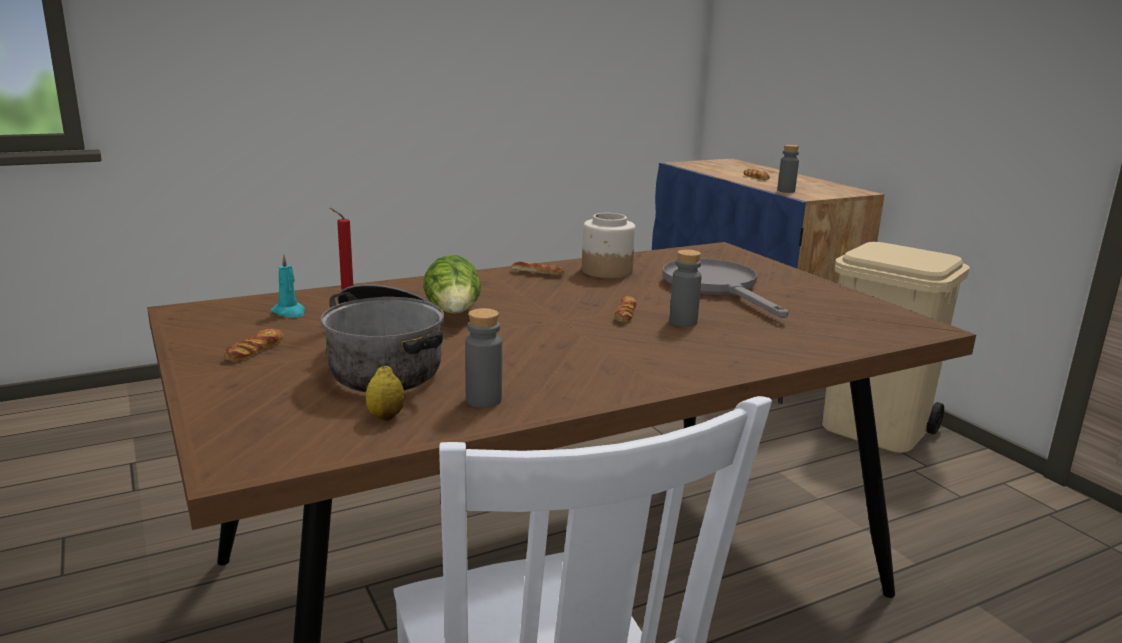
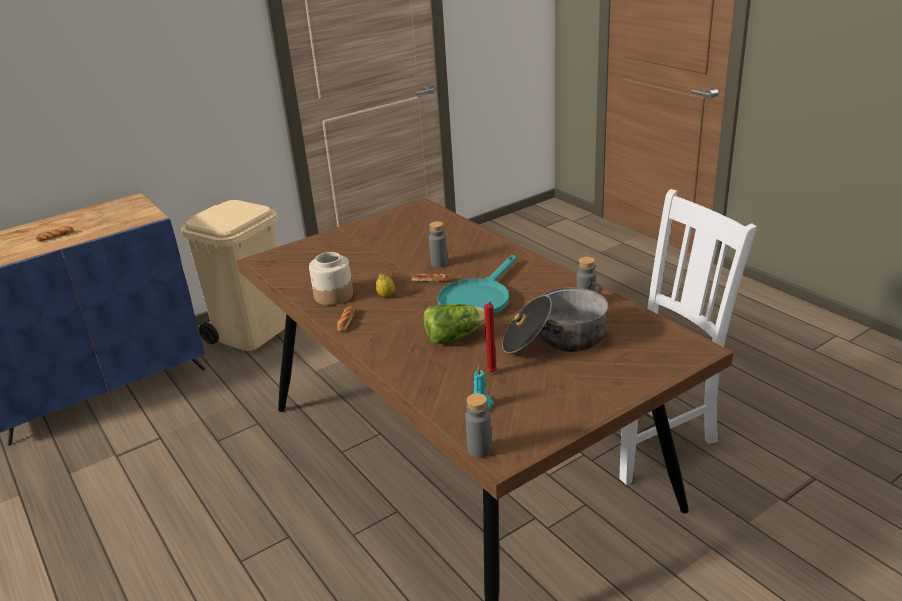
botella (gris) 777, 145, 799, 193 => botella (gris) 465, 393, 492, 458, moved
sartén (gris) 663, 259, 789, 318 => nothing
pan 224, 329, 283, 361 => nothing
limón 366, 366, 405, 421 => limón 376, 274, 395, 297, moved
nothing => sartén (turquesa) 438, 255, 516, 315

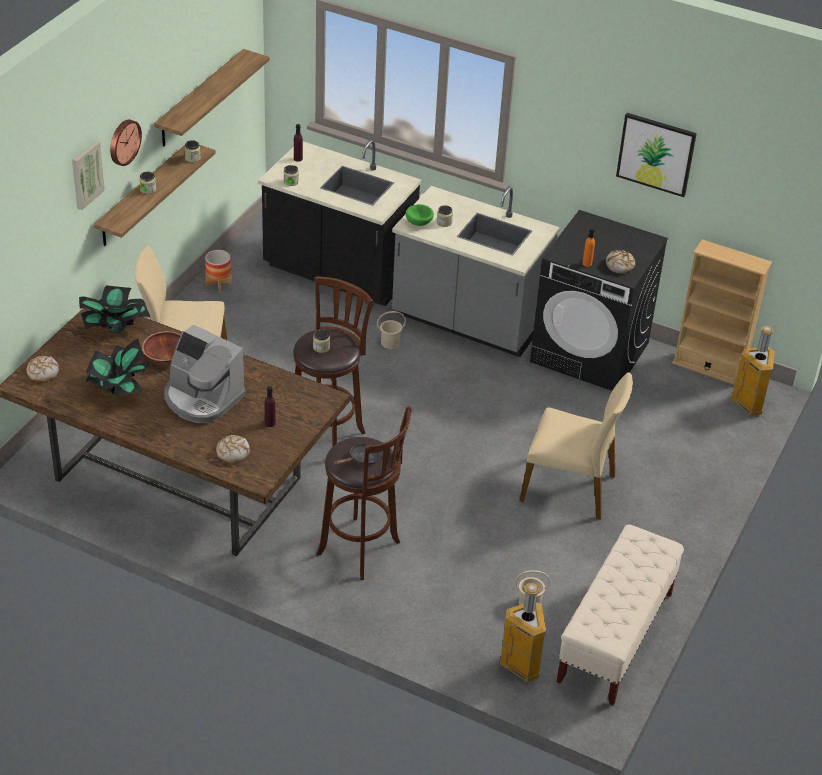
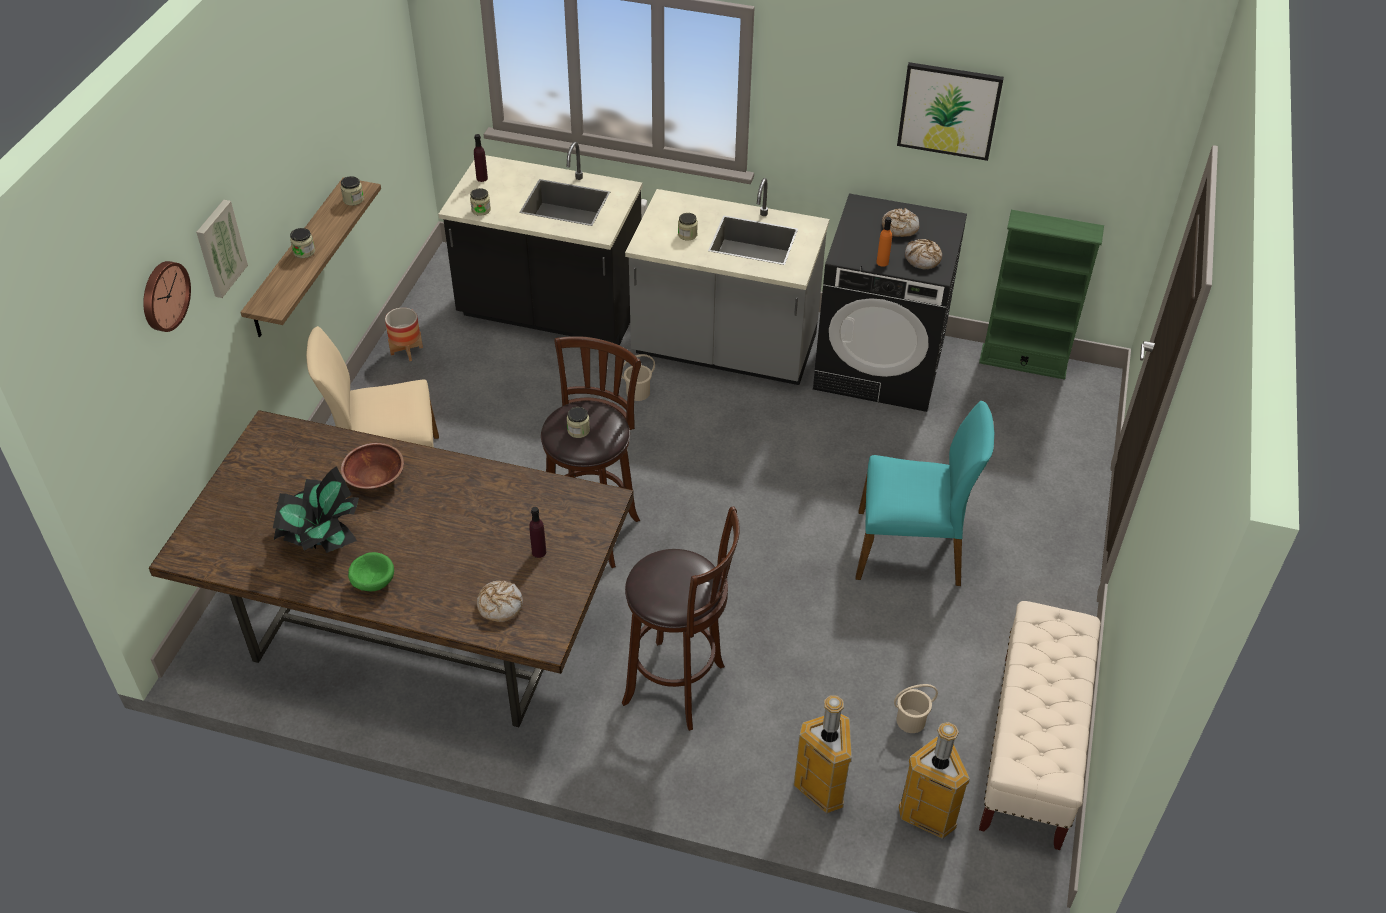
estante 154, 49, 269, 147 => nothing
reloj de pared 110, 119, 142, 166 => reloj de pared 143, 261, 191, 332, moved
cuenco (verde) 405, 204, 434, 226 => cuenco (verde) 348, 552, 394, 591, moved
estantería (beis) 672, 239, 772, 385 => estantería (verde) 979, 210, 1104, 380
planta en maceta 79, 285, 151, 333 => nothing
cafetera 164, 324, 245, 423 => nothing
papelera 731, 326, 775, 416 => papelera 794, 696, 852, 814, moved
pan 26, 356, 59, 382 => pan 882, 208, 919, 237, moved
silla (beis) 519, 372, 633, 520 => silla (turquesa) 856, 401, 994, 586
sartén (negro) 333, 444, 381, 465 => nothing

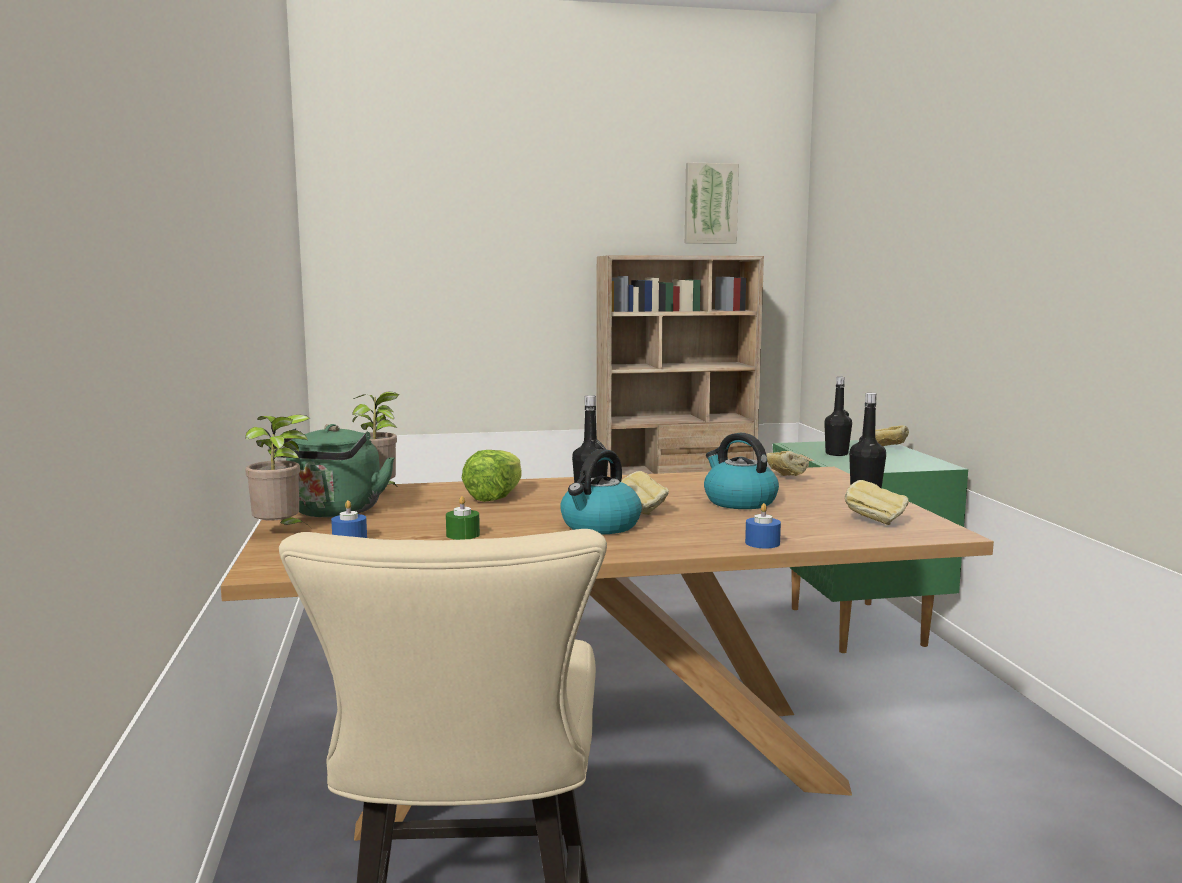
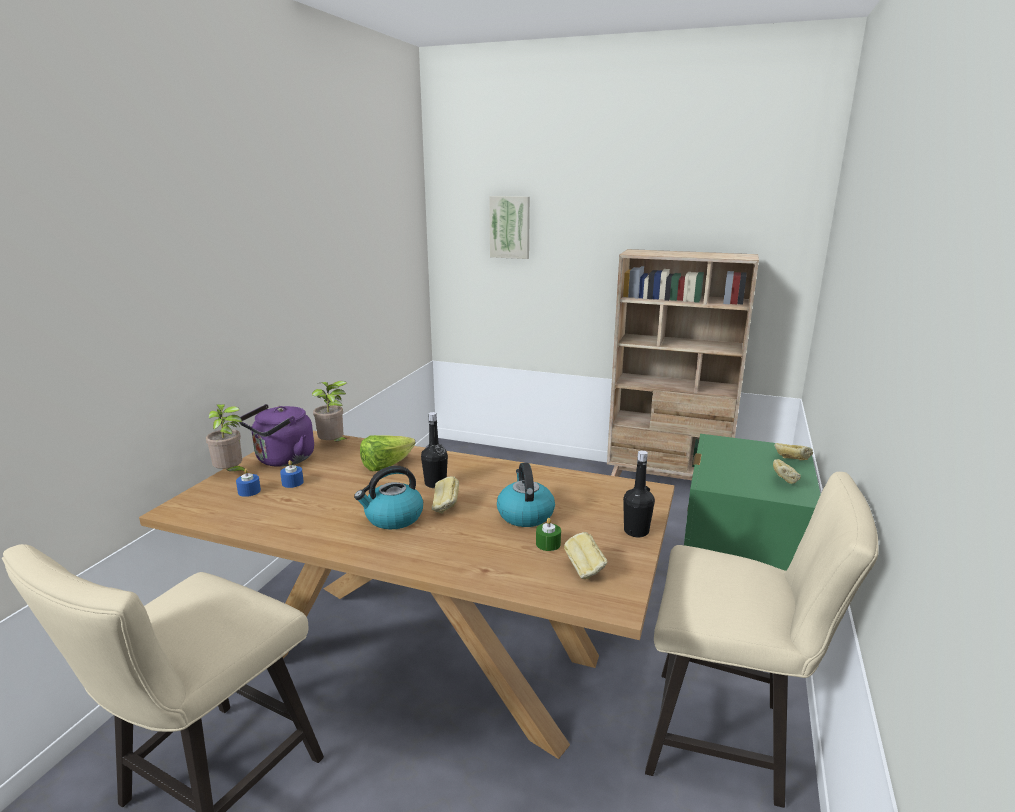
cuadro 685, 162, 739, 244 => cuadro 489, 196, 530, 259, moved
botella (negro) 824, 377, 852, 456 => nothing
hervidor (verde) 269, 424, 394, 518 => hervidor (morado) 239, 404, 314, 467
pan 766, 451, 809, 476 => pan 773, 459, 801, 484, moved
vela (verde) 446, 496, 480, 540 => vela (verde) 536, 518, 561, 551, moved
vela (azul) 745, 503, 781, 548 => vela (azul) 280, 460, 304, 488, moved
nothing => silla (beis) 645, 472, 878, 808

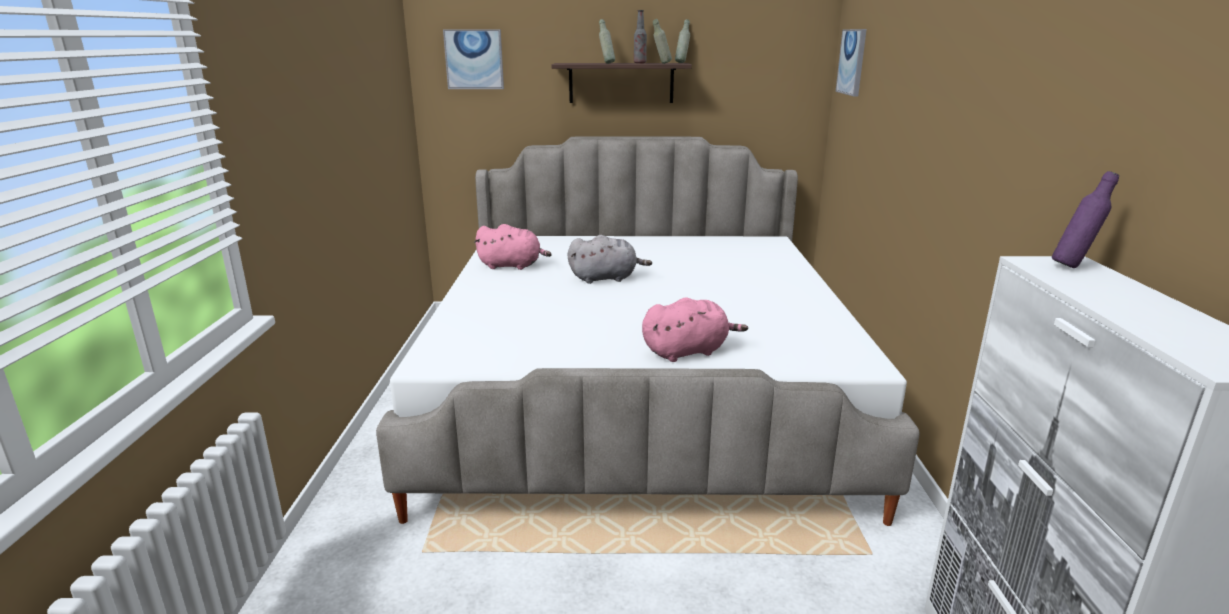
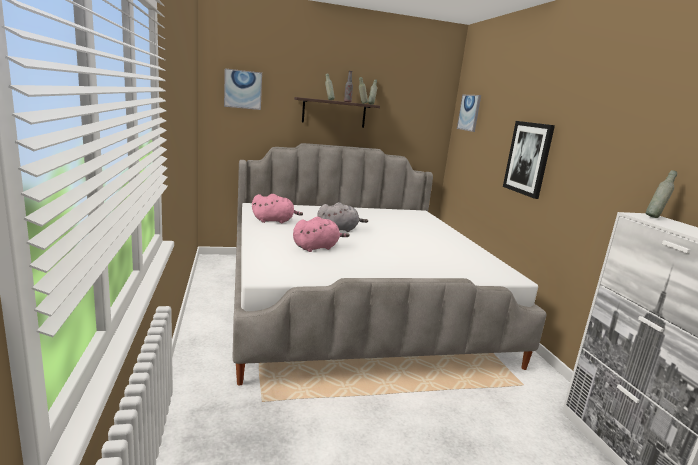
botella (morado) 1052, 171, 1119, 268 => botella (gris) 646, 170, 677, 218
peluche (rosa) 642, 297, 748, 362 => peluche (rosa) 293, 217, 350, 252, moved
nothing => cuadro 503, 121, 555, 199

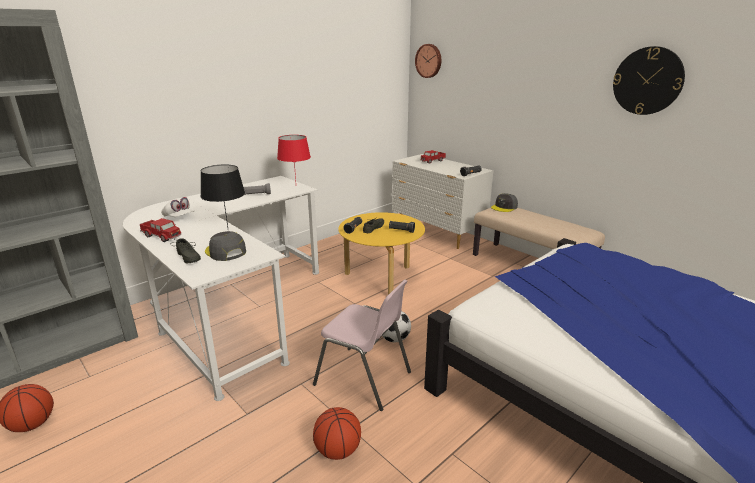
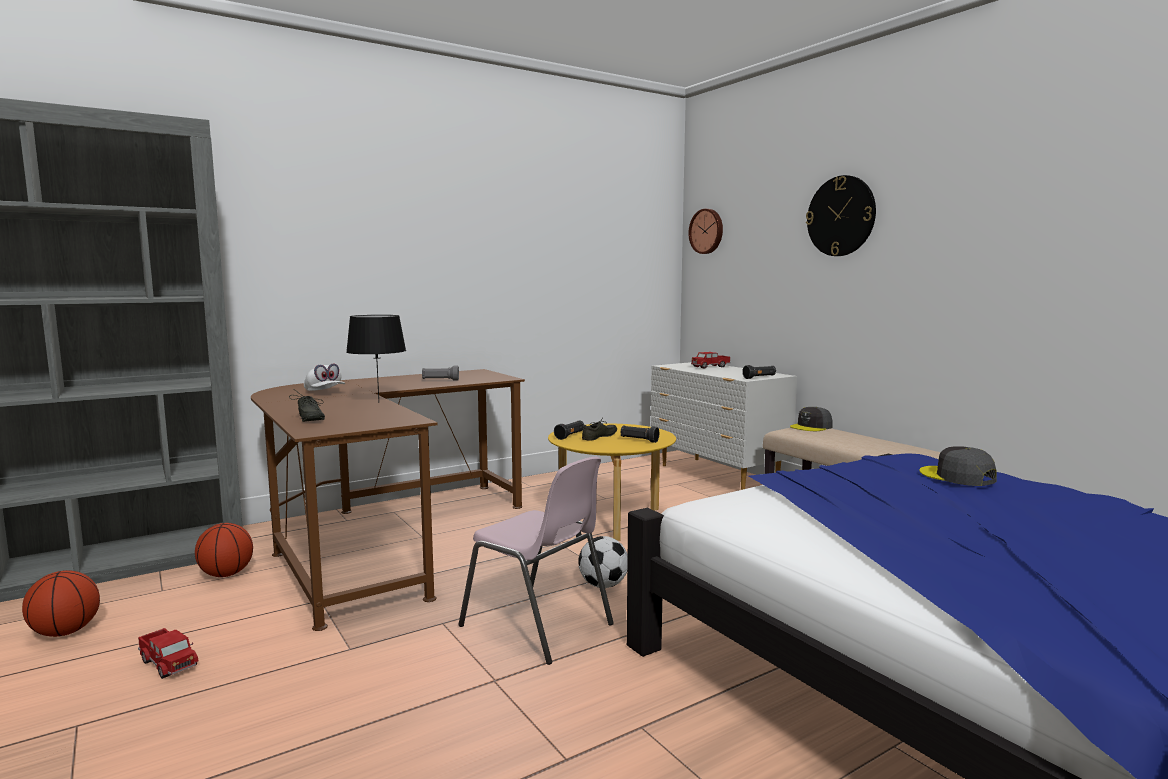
reloj de pared 613, 46, 685, 115 => reloj de pared 806, 175, 876, 256, moved
lámpara de mesa (rojo) 277, 135, 311, 181 => nothing
escritorio (blanco) 123, 176, 319, 401 => escritorio (marrón) 251, 369, 525, 631
camión de juguete 140, 218, 181, 242 => camión de juguete 138, 628, 199, 679, moved
gorra (gris) 205, 231, 246, 261 => gorra (gris) 919, 446, 997, 486, moved
balón de baloncesto 313, 407, 361, 460 => balón de baloncesto 195, 523, 253, 577, moved

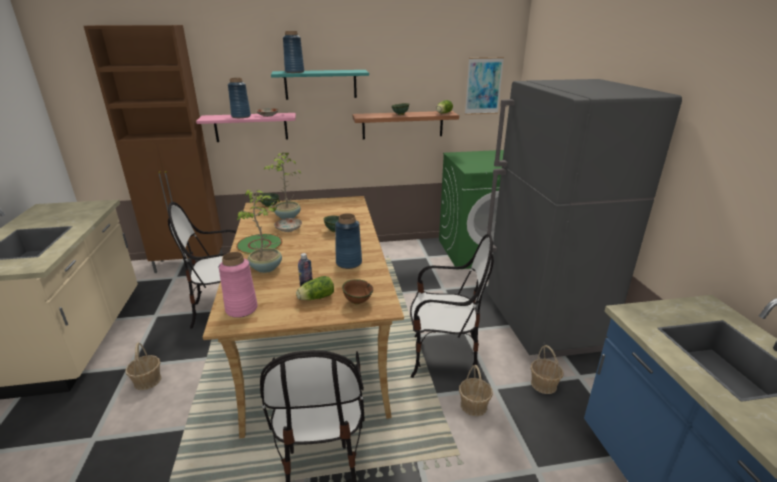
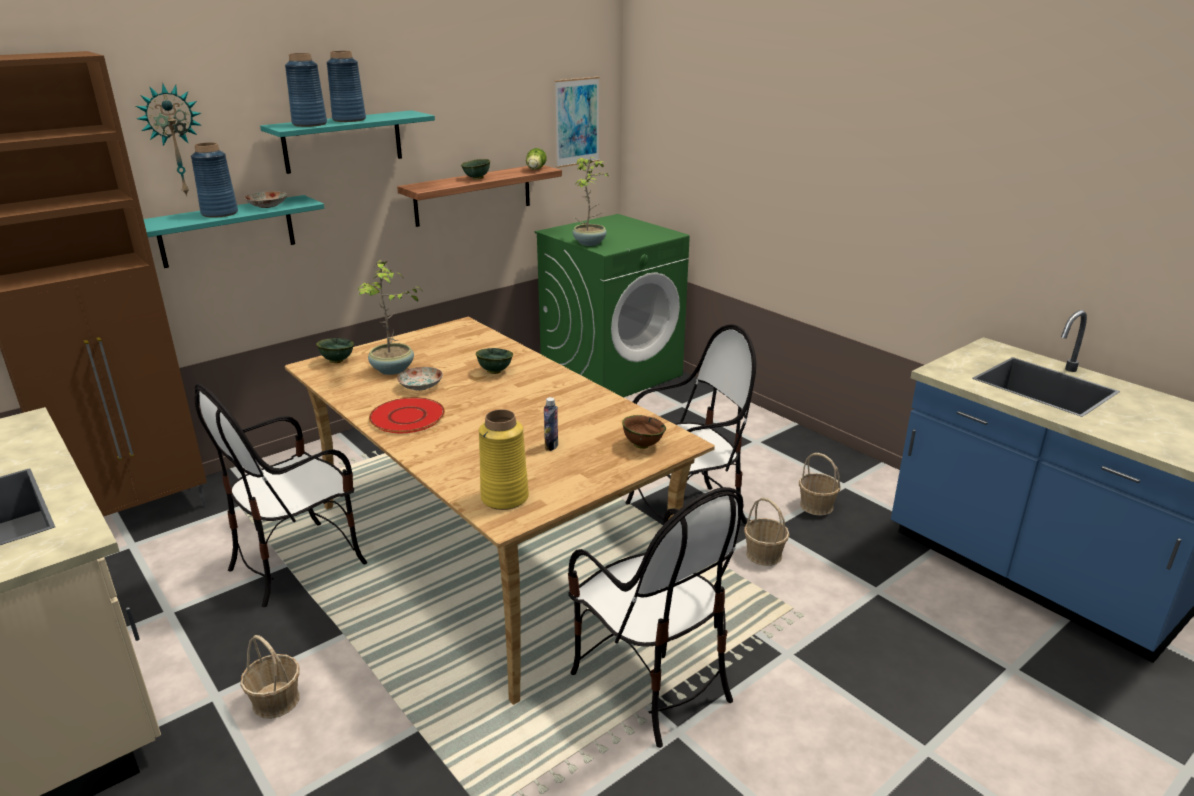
nevera (gris) 487, 79, 682, 359 => nothing
estante (rosa) 196, 113, 296, 142 => estante (turquesa) 144, 195, 324, 268
planta en maceta 236, 189, 282, 273 => planta en maceta 572, 157, 608, 246, moved
florero (azul) 335, 213, 362, 269 => florero (azul) 327, 51, 366, 122, moved
plato (verde) 236, 234, 283, 255 => plato (rojo) 369, 397, 445, 433
florero (rosa) 219, 252, 258, 318 => florero (amarillo) 479, 409, 529, 510
lechuga 296, 276, 334, 300 => nothing
nothing => reloj de pared 136, 83, 201, 197

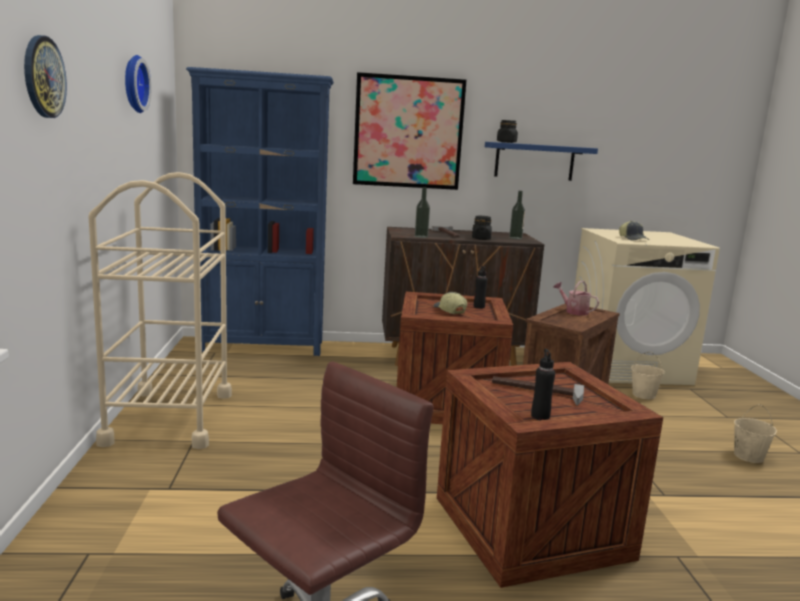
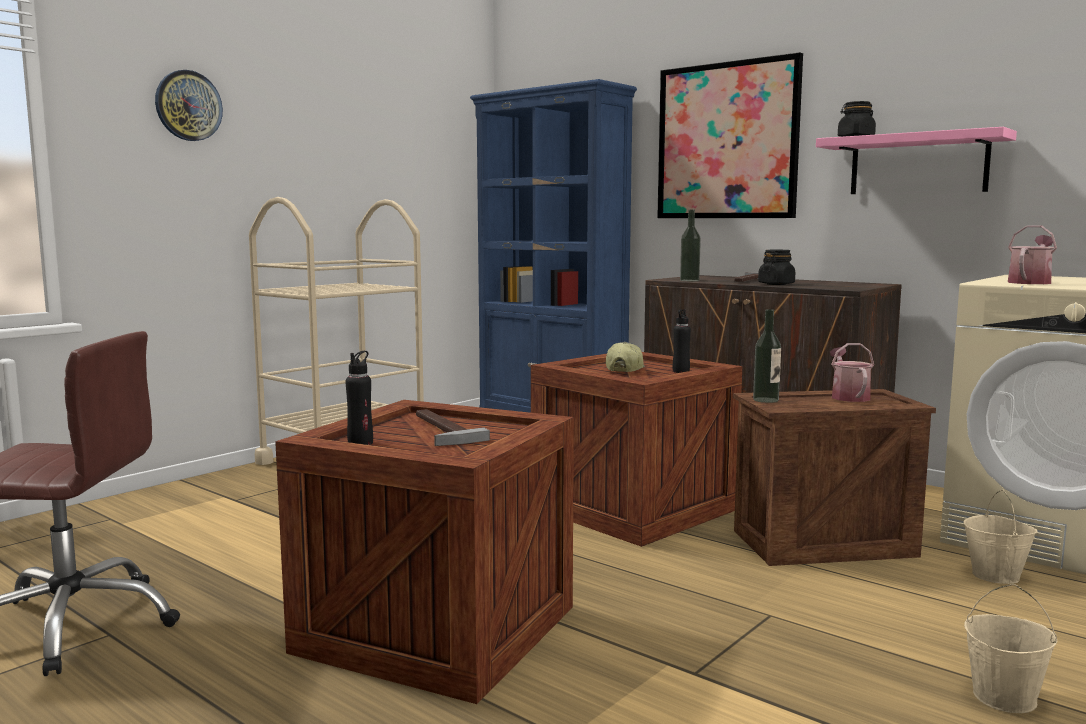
reloj de pared 125, 55, 151, 113 => nothing
estante (azul) 485, 142, 598, 181 => estante (rosa) 816, 127, 1017, 194
botella 509, 191, 525, 239 => botella 753, 309, 781, 403, moved
gorra 619, 221, 649, 241 => regadera 1008, 225, 1057, 284

